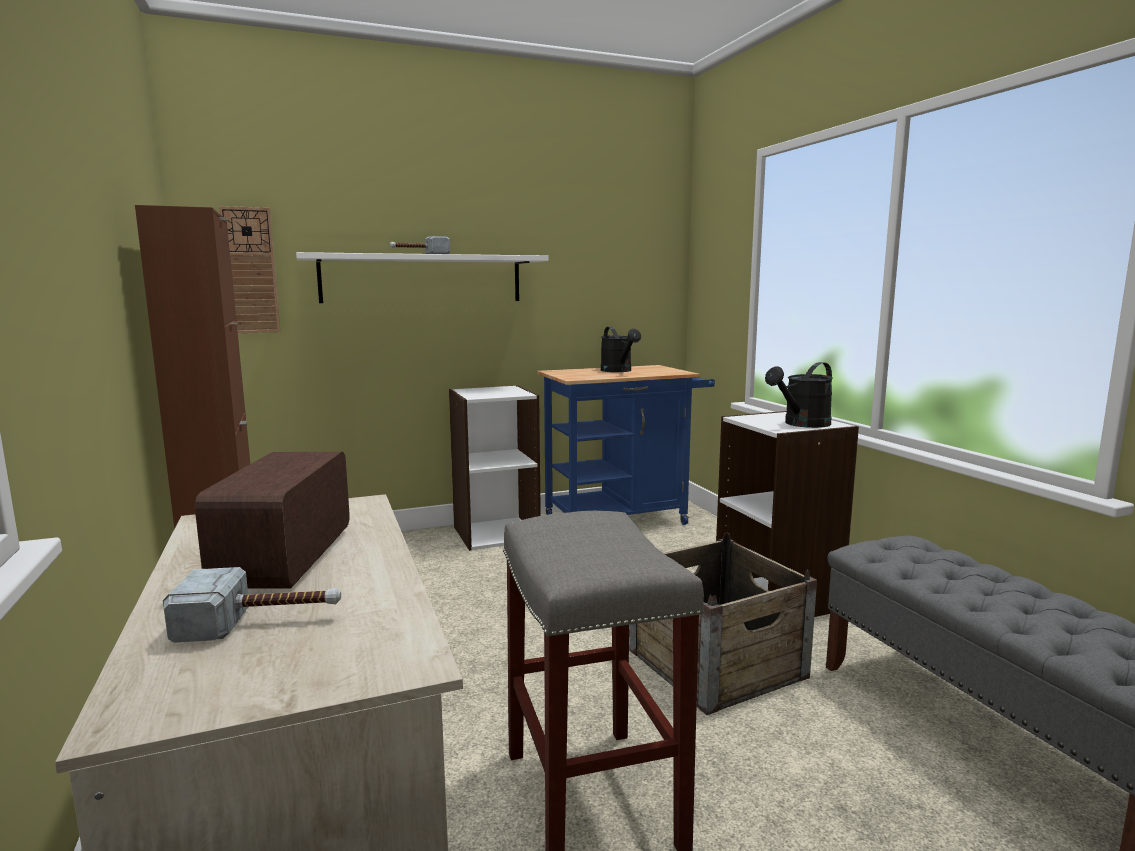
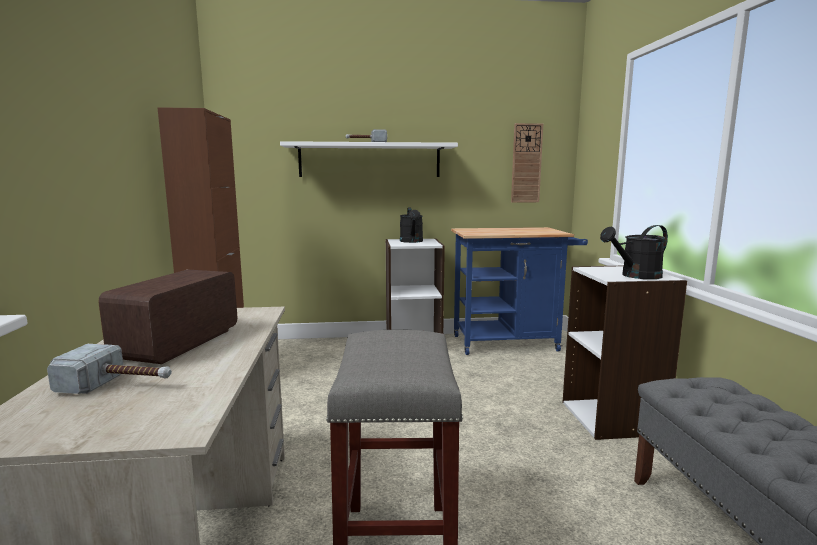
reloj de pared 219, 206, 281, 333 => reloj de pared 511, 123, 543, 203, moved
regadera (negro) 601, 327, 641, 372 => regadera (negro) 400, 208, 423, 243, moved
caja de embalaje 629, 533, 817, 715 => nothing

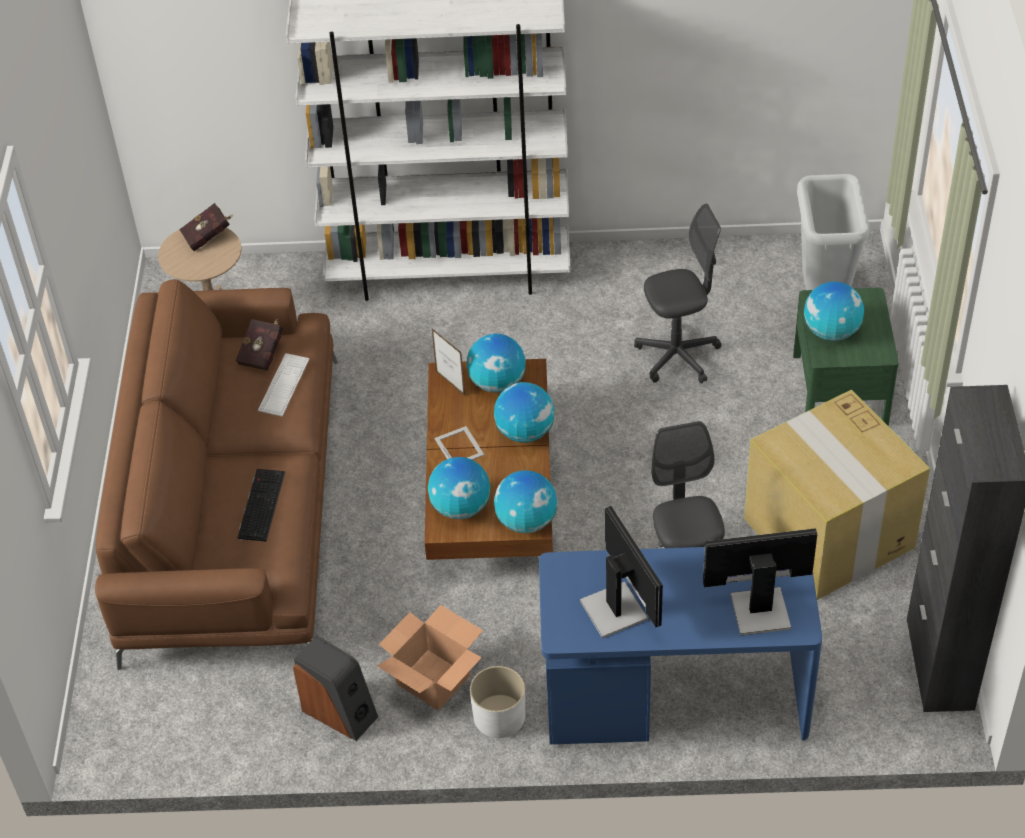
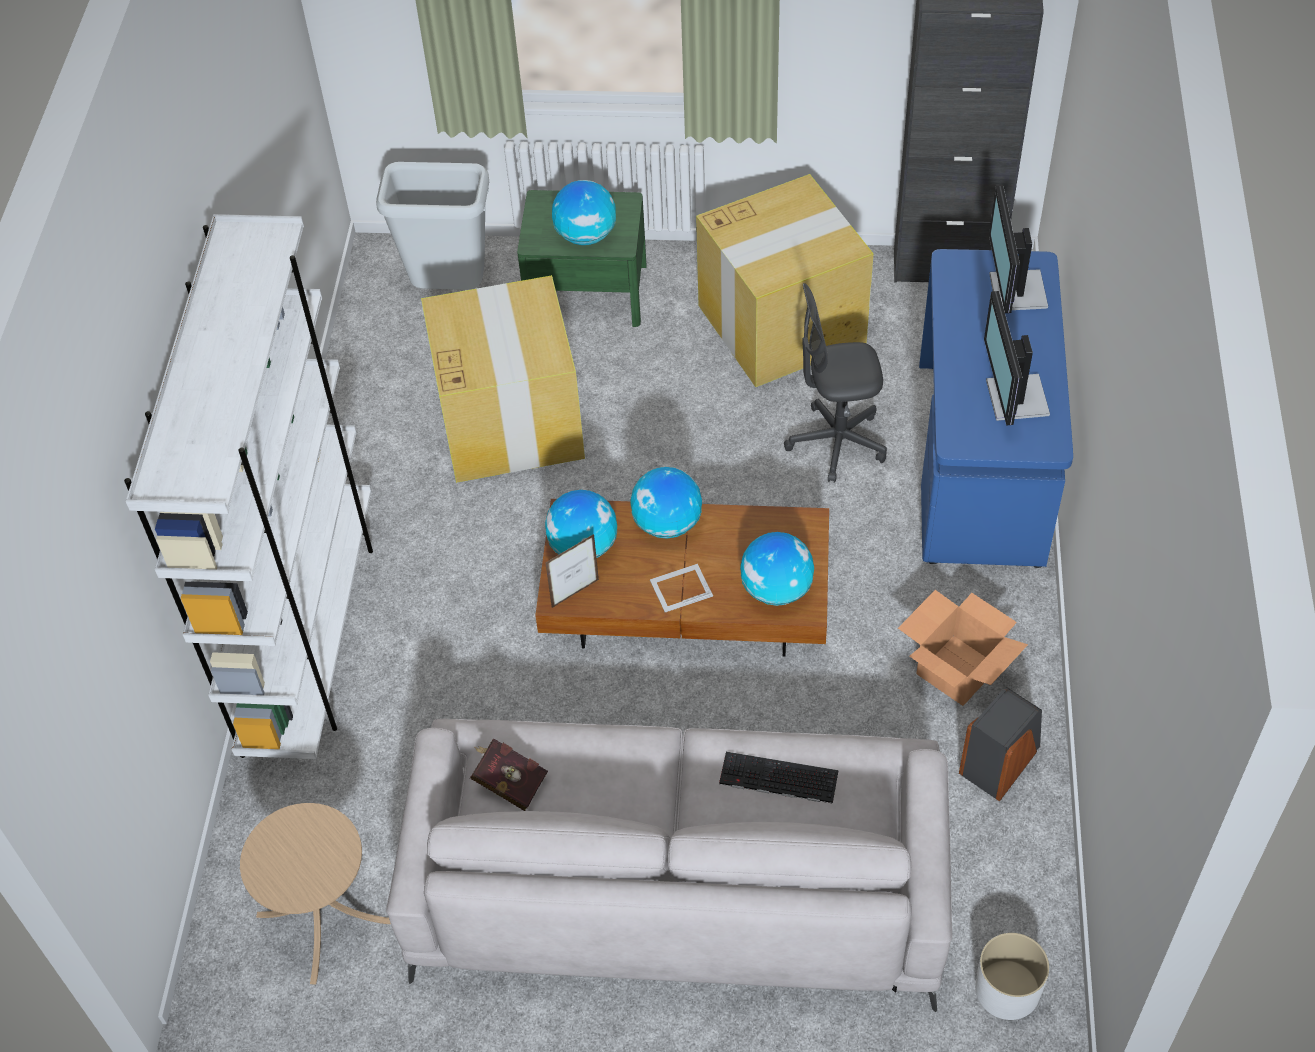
libro (rojo) 179, 203, 232, 251 => nothing
silla de oficina (gris) 634, 204, 722, 384 => caja de cartón 421, 275, 585, 483
sofá (marrón) 95, 279, 338, 671 => sofá (gris) 386, 719, 952, 1012
teclado 258, 353, 309, 417 => nothing
globo terráqueo 494, 470, 557, 533 => nothing
monitor 580, 506, 663, 638 => monitor 984, 291, 1050, 426, 75 degrees counterclockwise
maceta (blanco) 470, 666, 525, 738 => maceta (blanco) 975, 933, 1049, 1020, moved

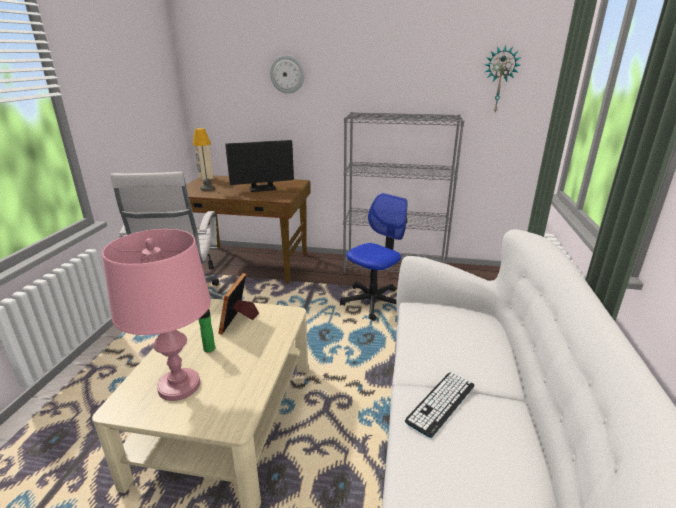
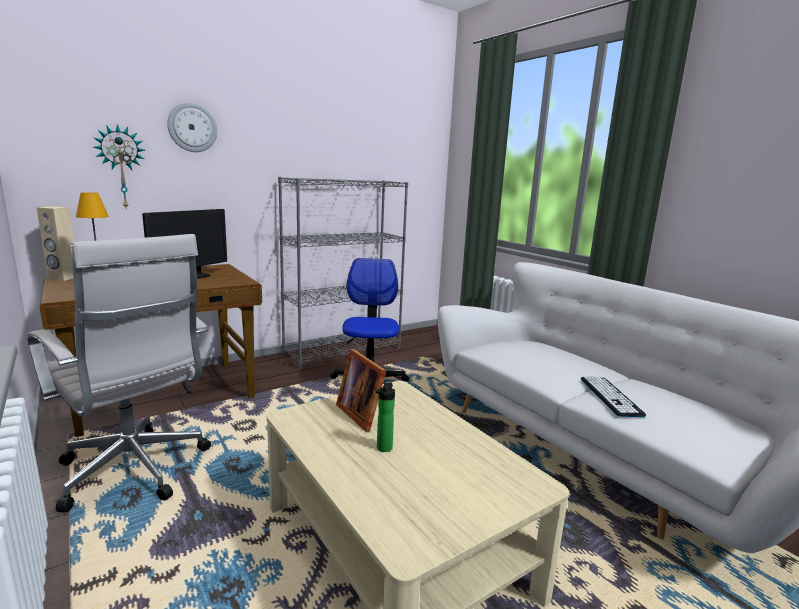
reloj de pared 485, 45, 521, 112 => reloj de pared 93, 124, 145, 210, moved
lámpara de mesa (rosa) 102, 229, 211, 401 => nothing

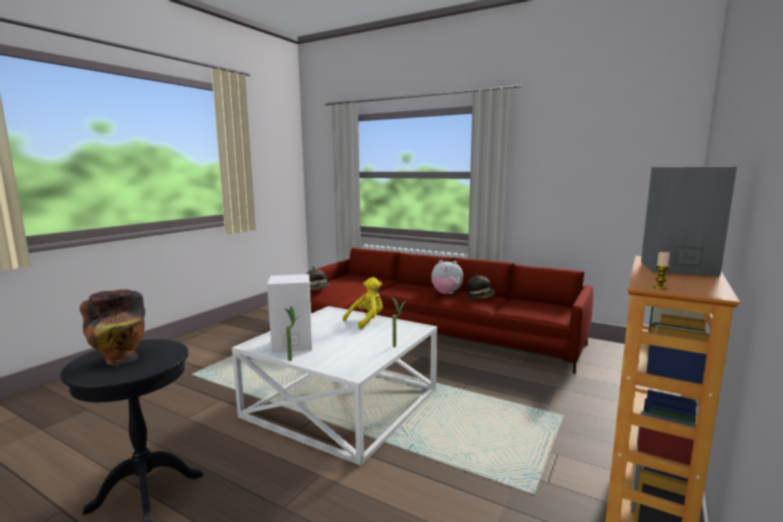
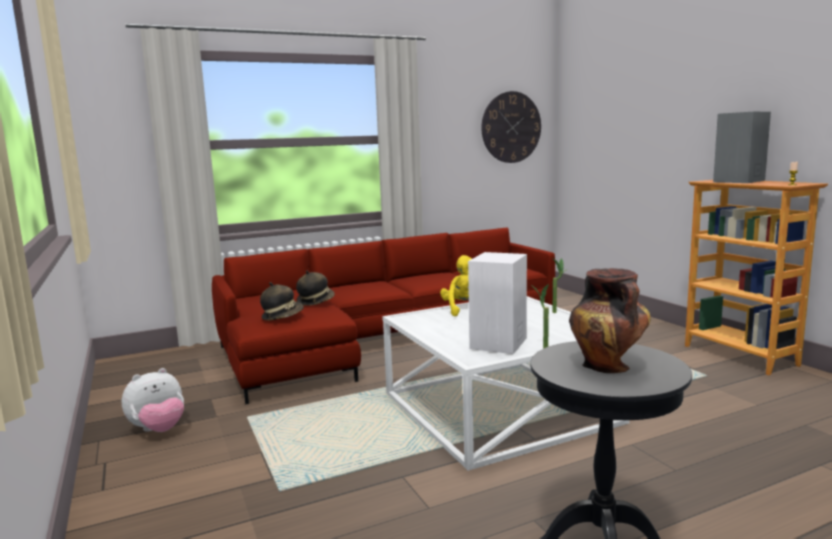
peluche 432, 260, 463, 294 => peluche 122, 368, 184, 432, moved
sombrero 467, 273, 496, 299 => sombrero 296, 271, 335, 306, moved
nothing => reloj de pared 481, 91, 541, 163

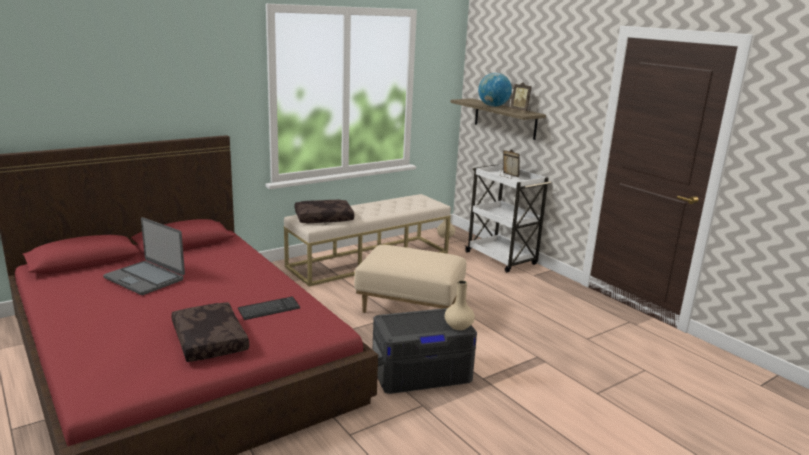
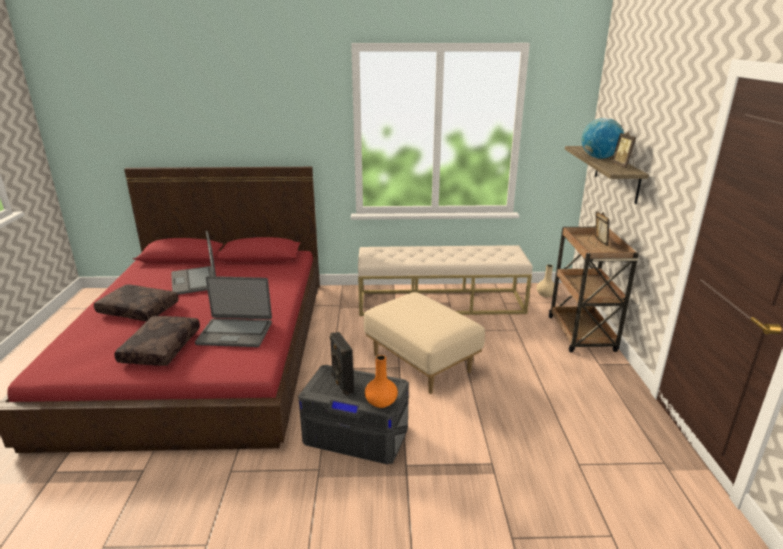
carrito (blanco) 465, 164, 551, 272 => carrito (marrón) 549, 227, 639, 352
cojín (marrón) 295, 200, 354, 223 => cojín (marrón) 94, 284, 179, 321, moved
florero (beis) 445, 280, 475, 330 => florero (naranja) 365, 355, 398, 408
teclado 238, 296, 300, 320 => portátil 195, 276, 272, 347
nothing => altavoz (negro) 330, 332, 354, 395

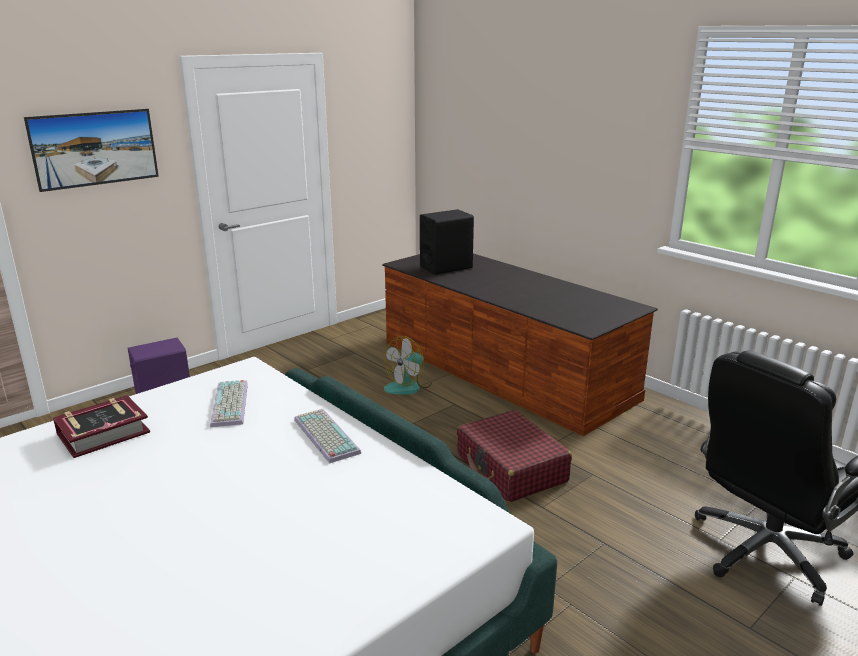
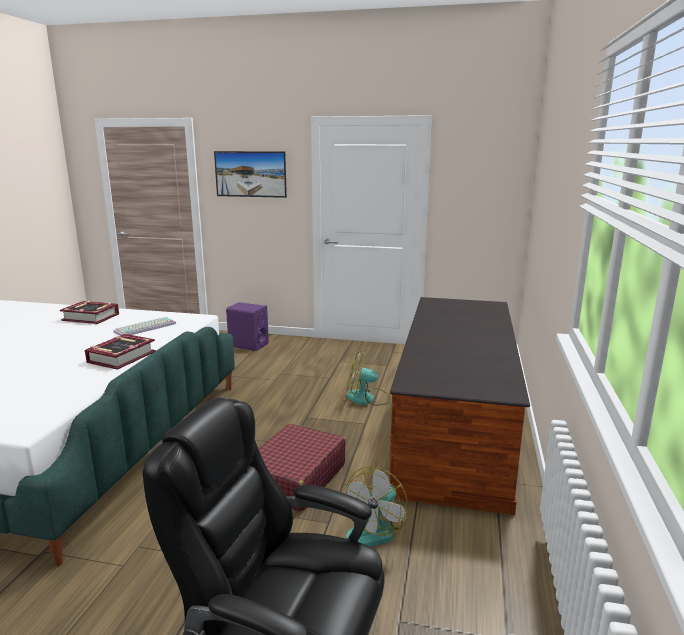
altavoz (negro) 420, 209, 474, 275 => nothing
teclado 294, 409, 361, 463 => libro 85, 334, 156, 370
nothing => ventilador 346, 466, 408, 546

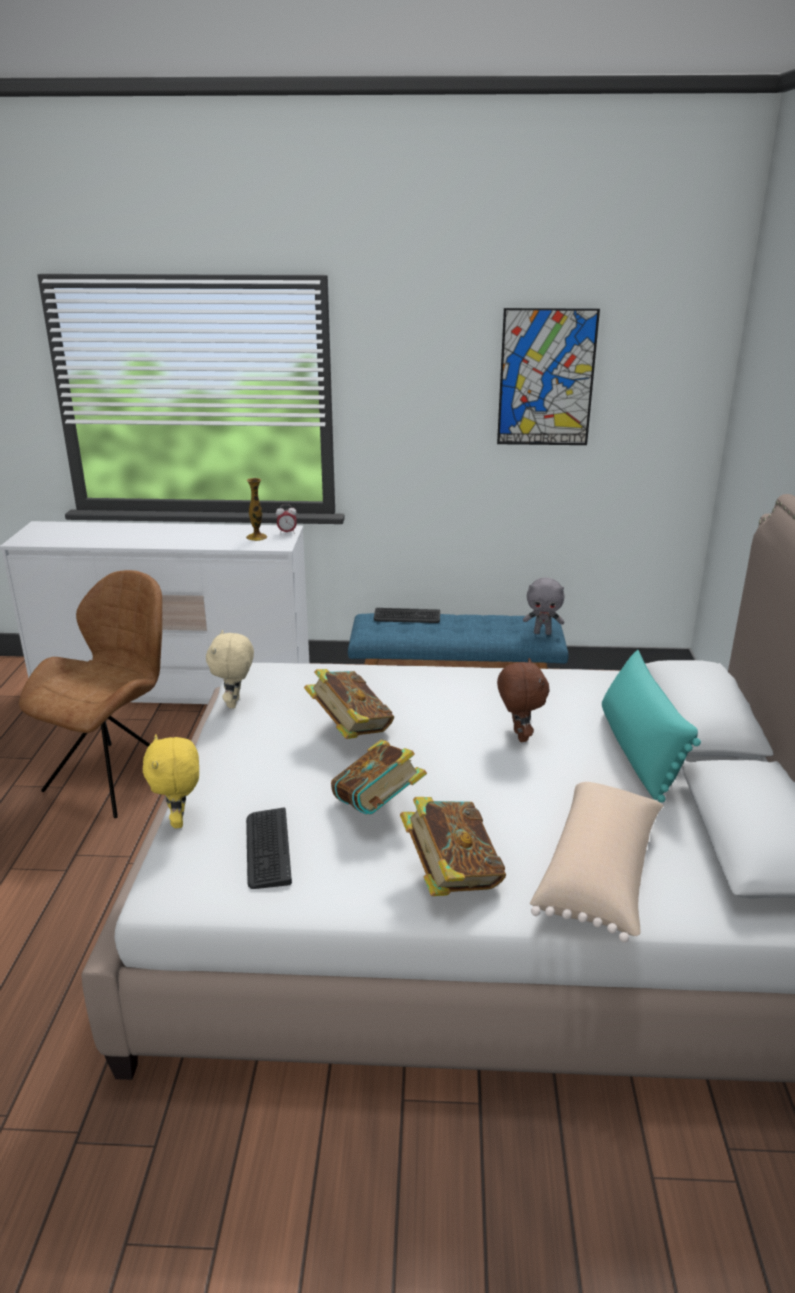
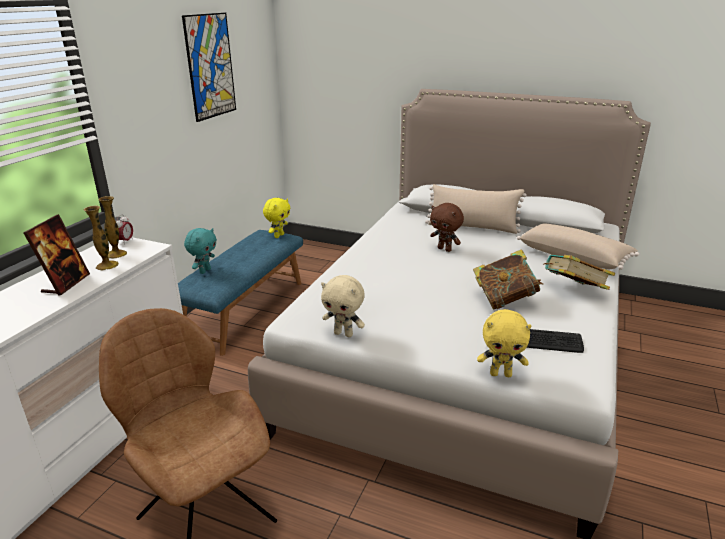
peluche (gris) 523, 577, 564, 635 => peluche (amarillo) 263, 198, 291, 238
teclado 374, 608, 440, 623 => peluche (turquesa) 184, 228, 217, 274
cojín (turquesa) 602, 650, 701, 802 => cojín (beis) 425, 184, 527, 234
peluche (marrón) 497, 658, 549, 742 => peluche (marrón) 430, 203, 464, 252, 150 degrees counterclockwise
libro 304, 669, 394, 739 => nothing
nothing => florero 83, 206, 119, 271
nothing => portarretratos 23, 214, 90, 296

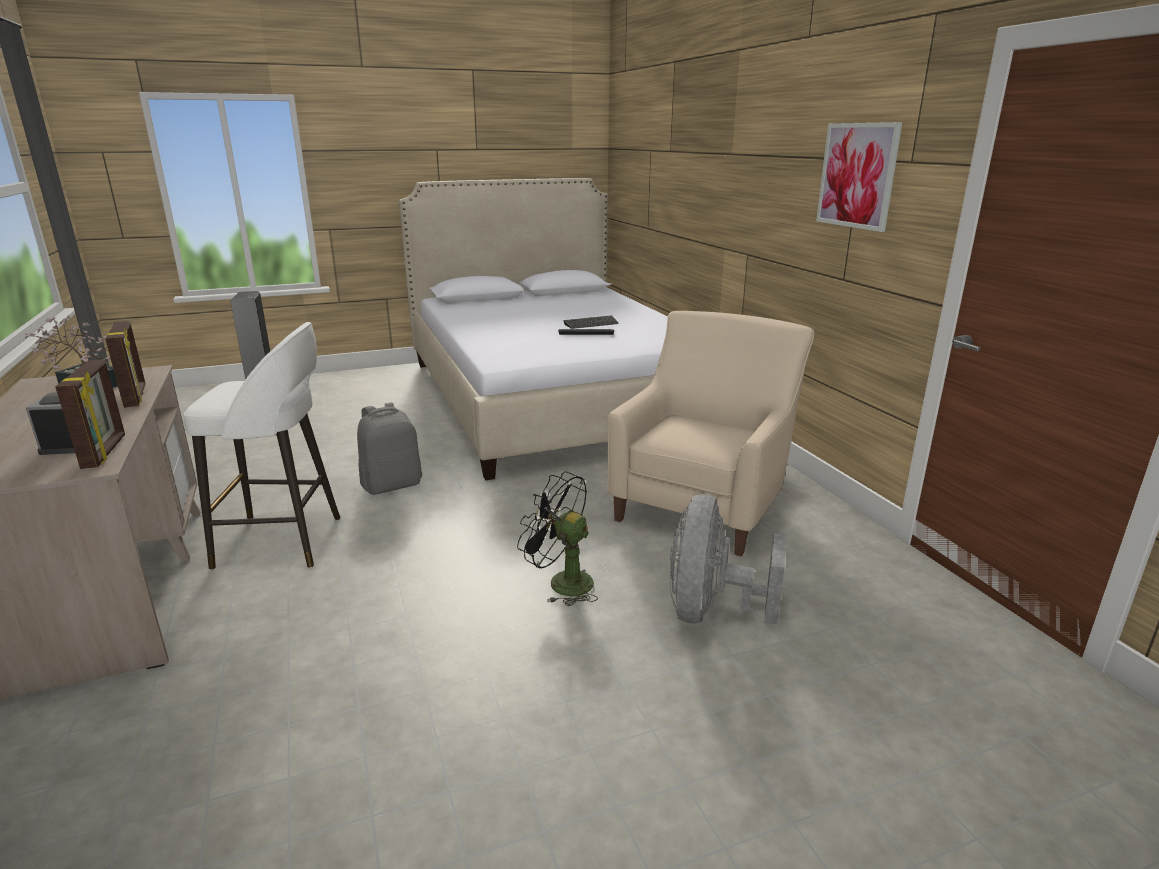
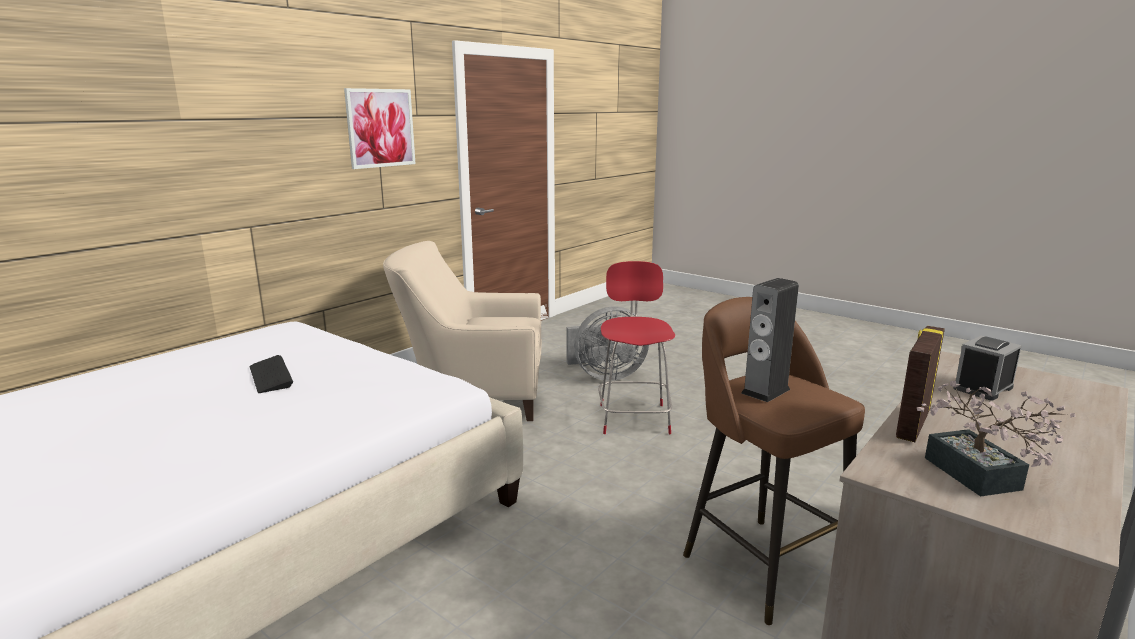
teclado 563, 315, 619, 329 => nothing
taburete (blanco) 184, 322, 340, 570 => taburete (marrón) 683, 297, 865, 625
portarretratos 55, 360, 125, 469 => nothing
mochila (gris) 357, 402, 422, 495 => nothing
ventilador (negro) 517, 471, 598, 606 => silla (rojo) 598, 261, 675, 434

